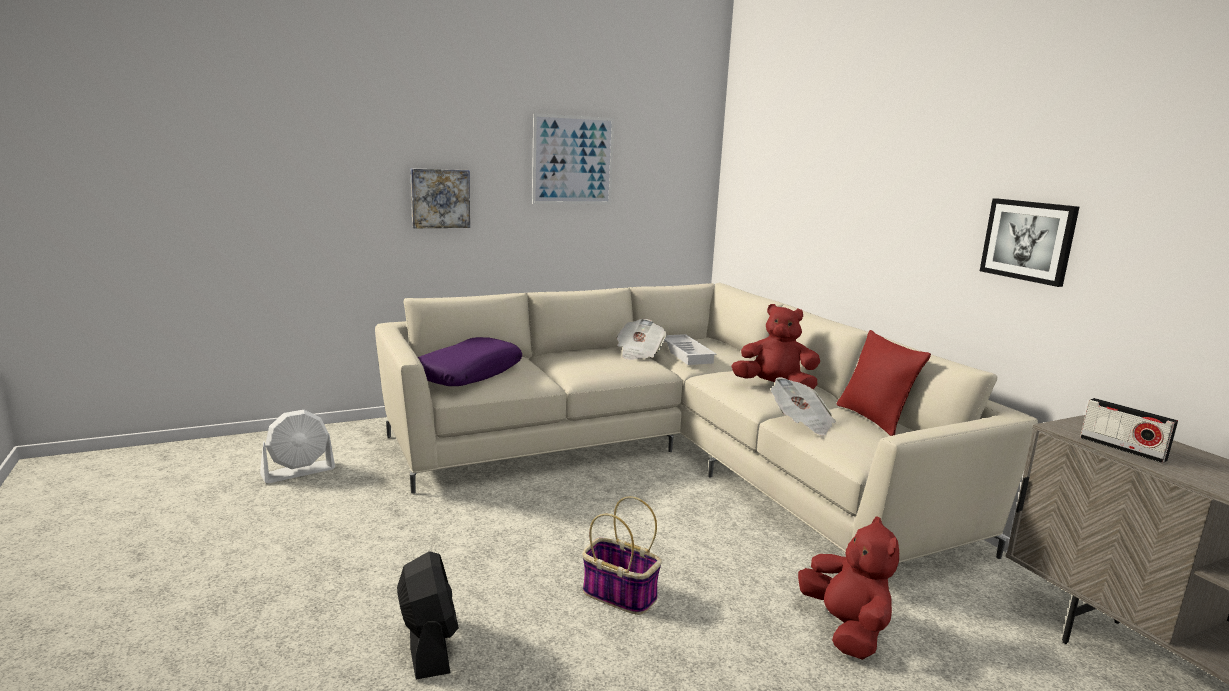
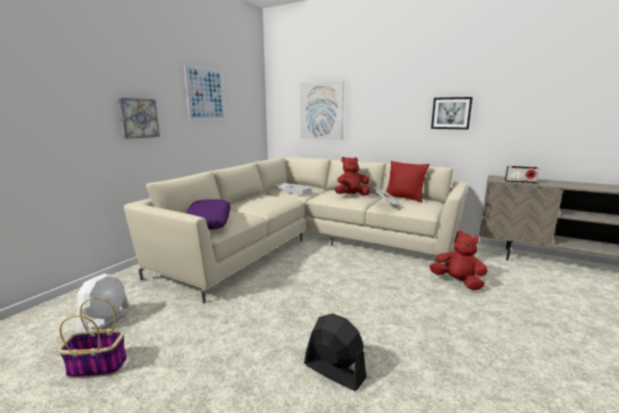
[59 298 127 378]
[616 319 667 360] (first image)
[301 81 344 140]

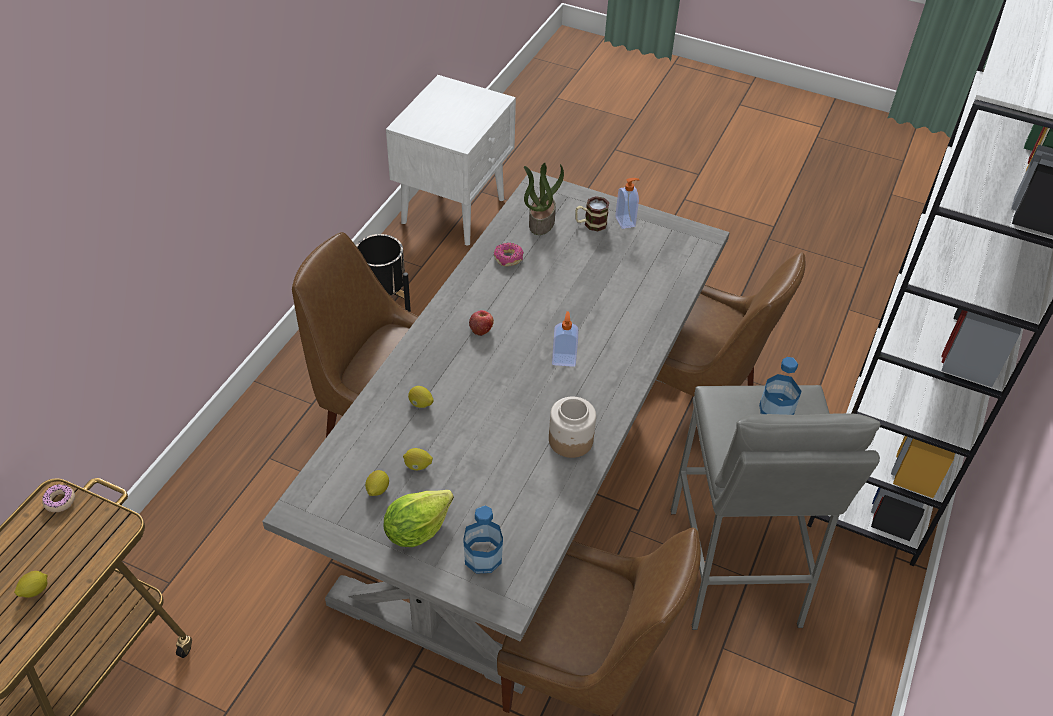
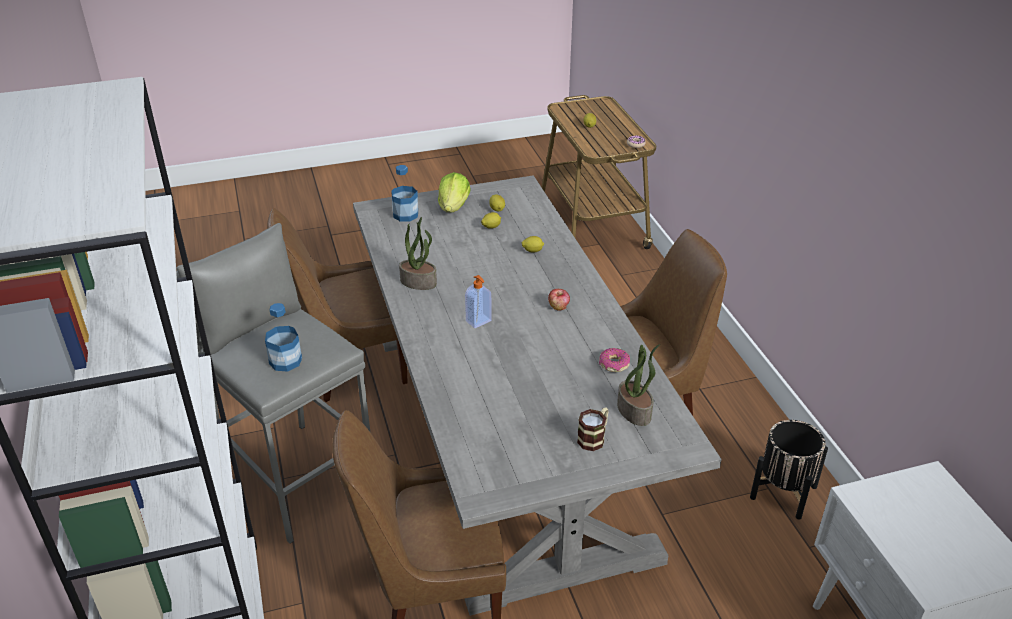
[399 217 437 290]
[615 178 639 229] (first image)

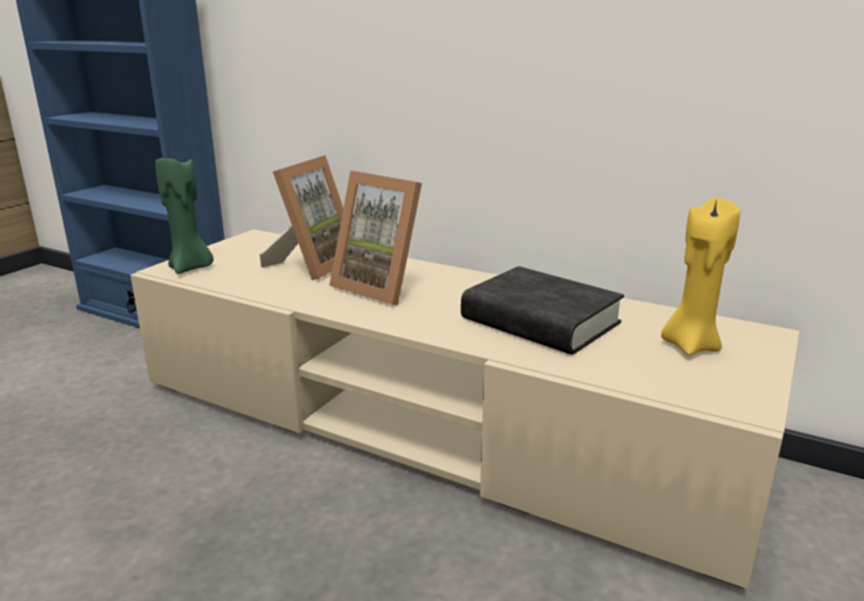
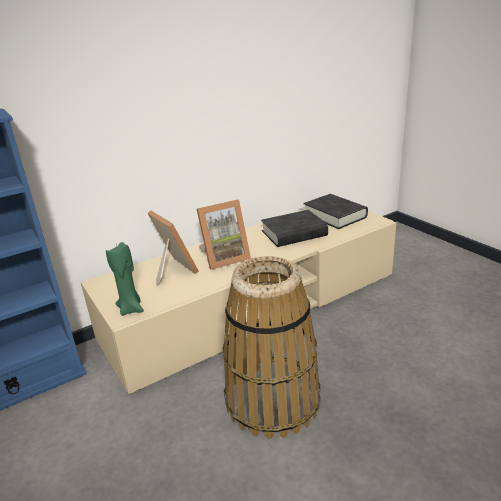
[303 194 368 229]
[223 256 320 439]

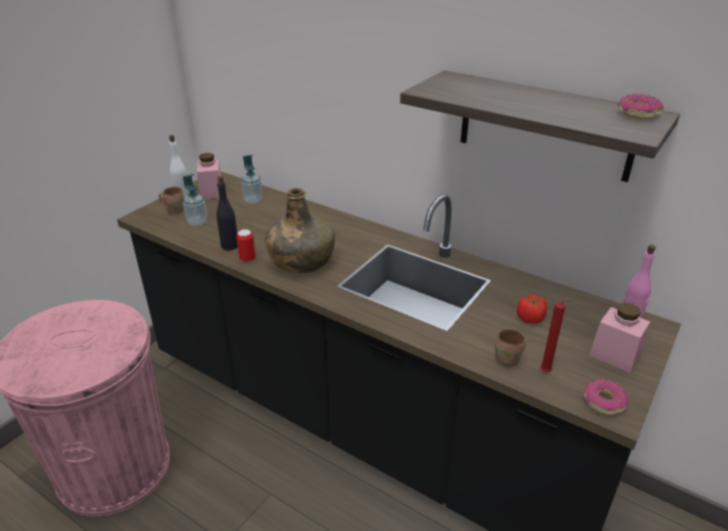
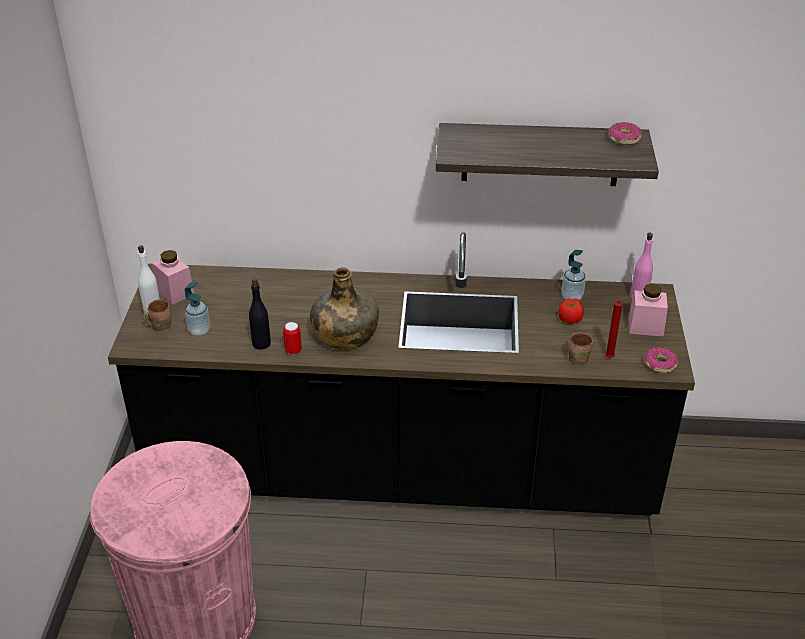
[561 250 586 300]

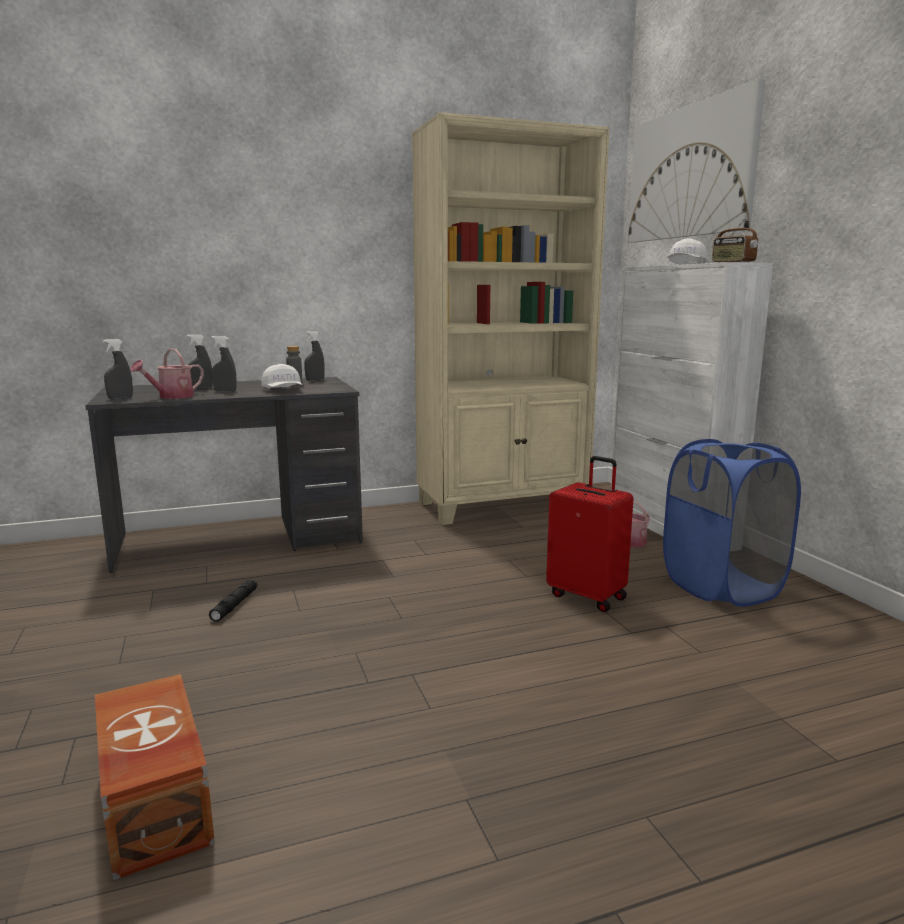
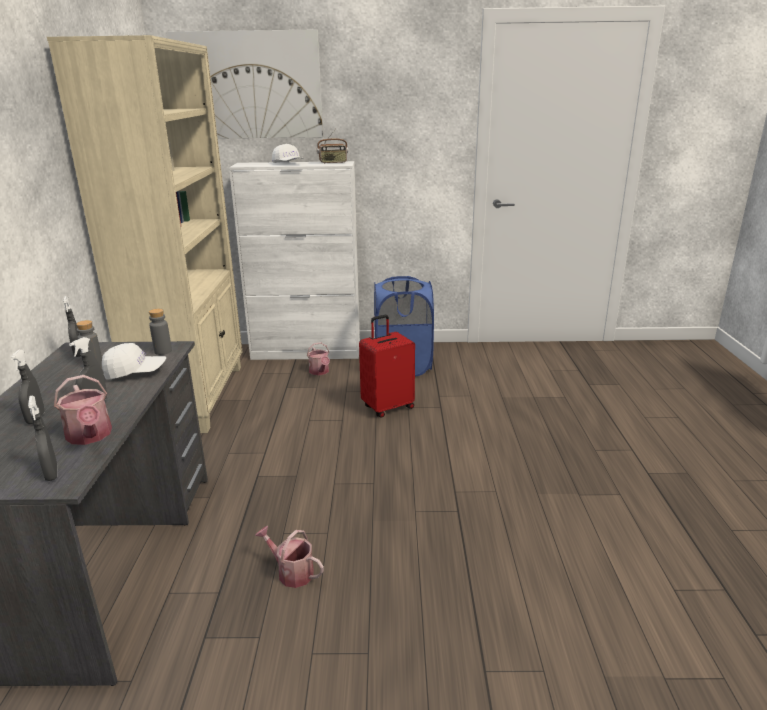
[95 674 215 880] (first image)
[255 526 324 588]
[149 309 172 355]

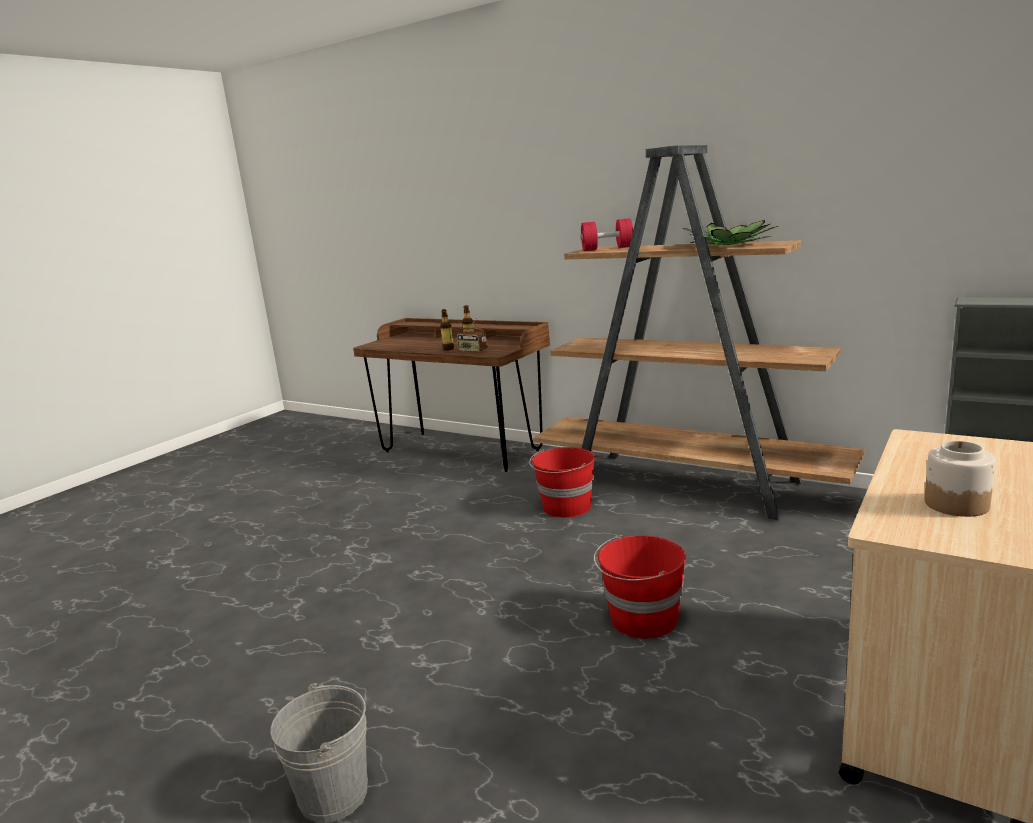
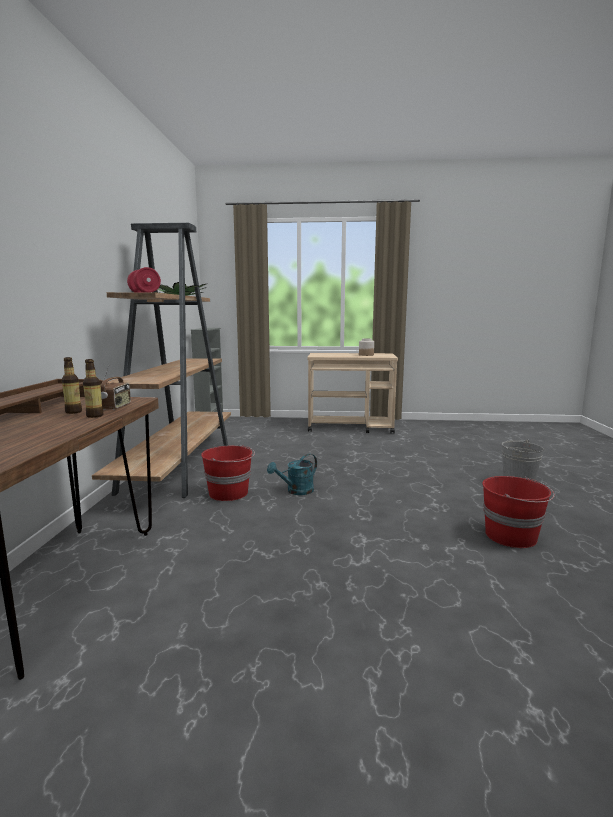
[482 476 555 548]
[267 454 317 495]

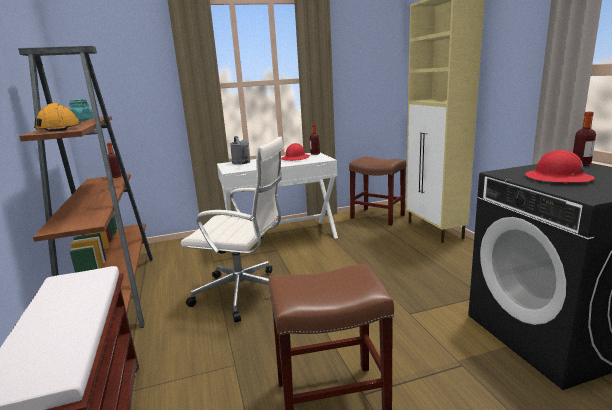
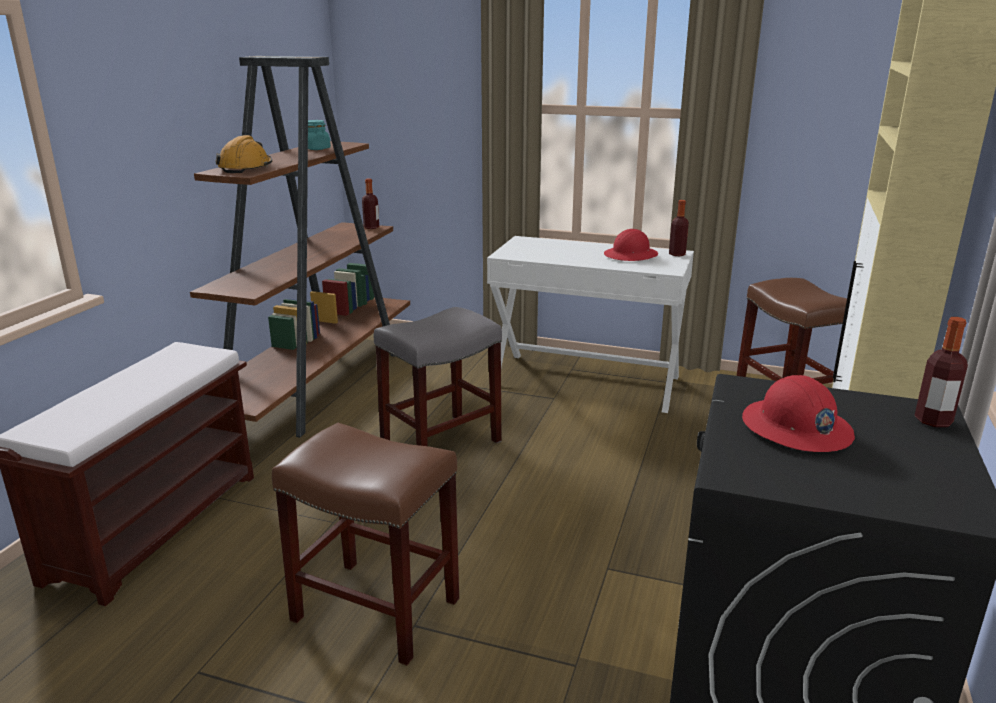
[374 307 502 446]
[230 136 250 165] (first image)

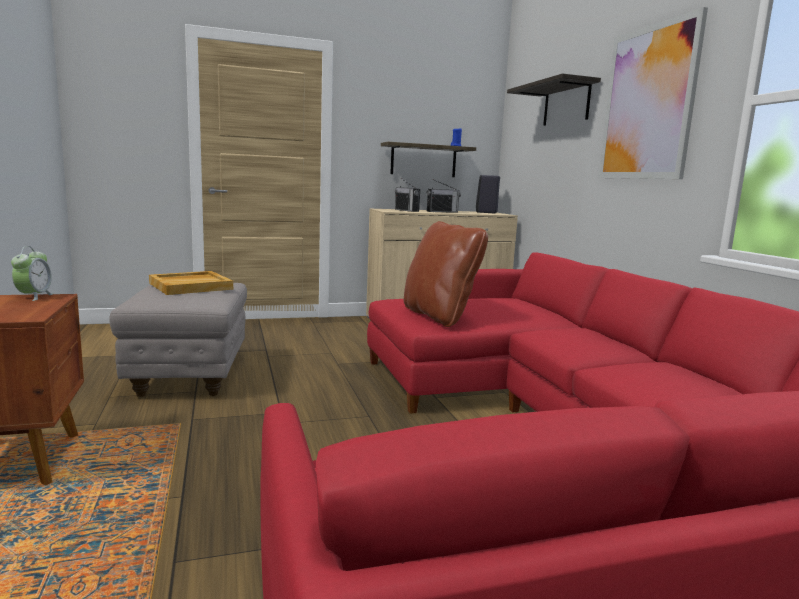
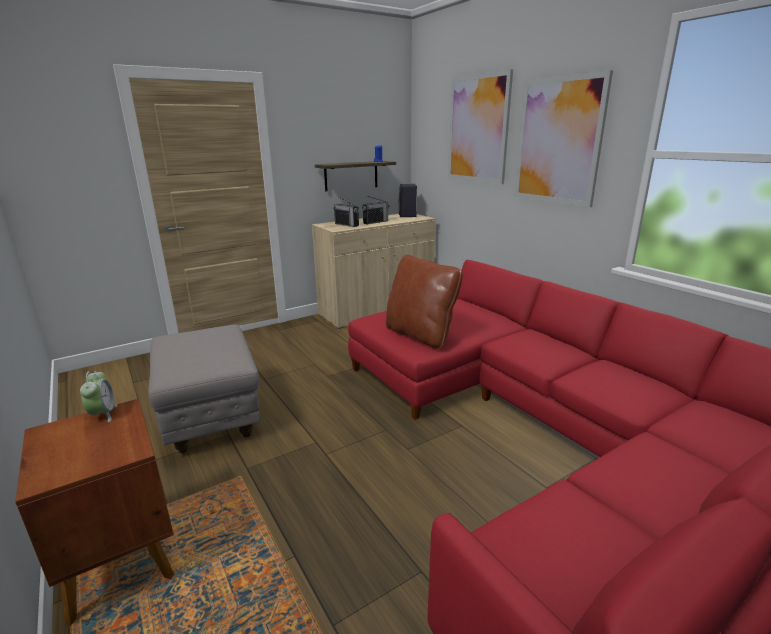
[149 271 233 295] (first image)
[448 69 513 184]

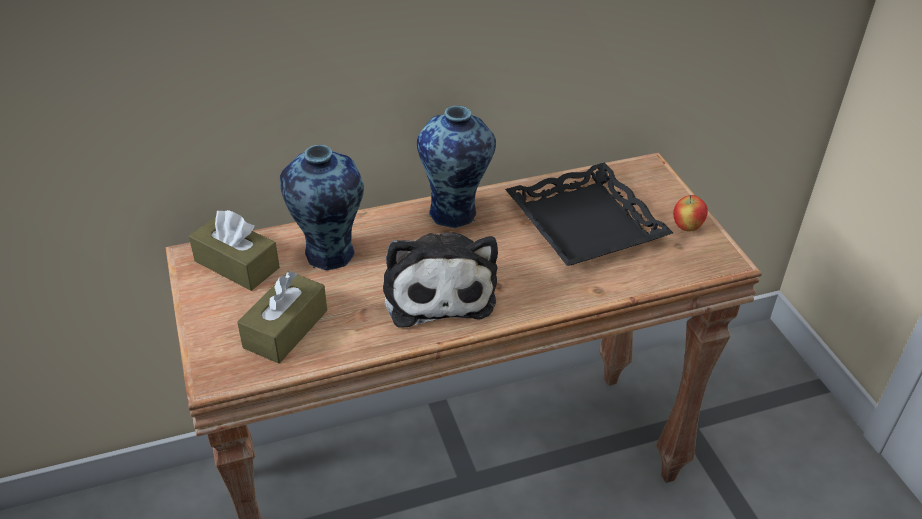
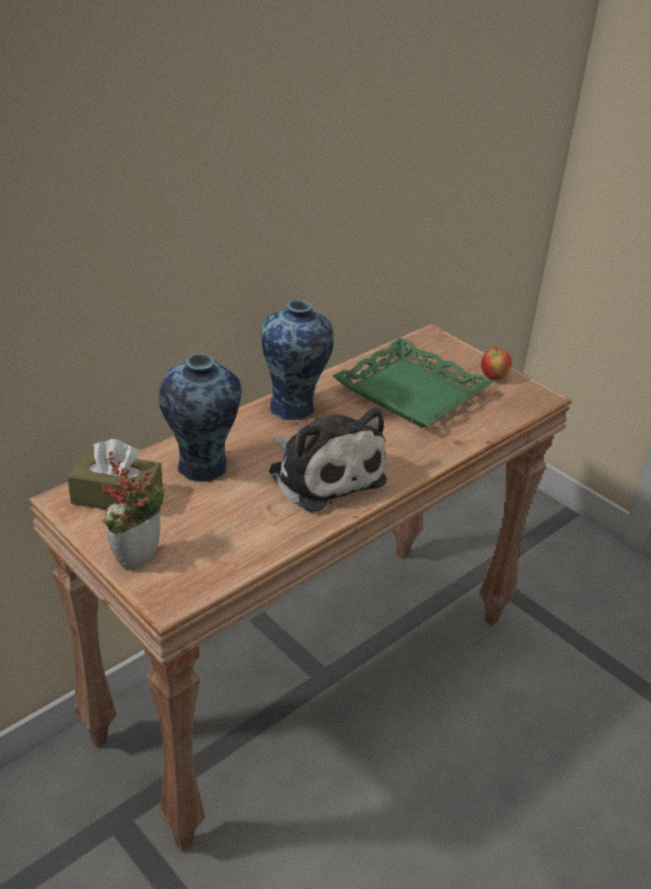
[237 271 327 364] (first image)
[333 338 493 428]
[101 451 164 570]

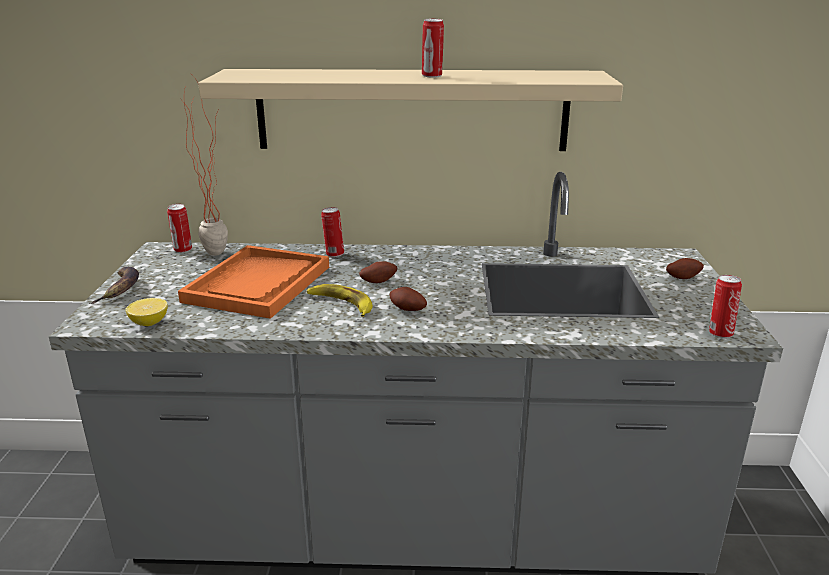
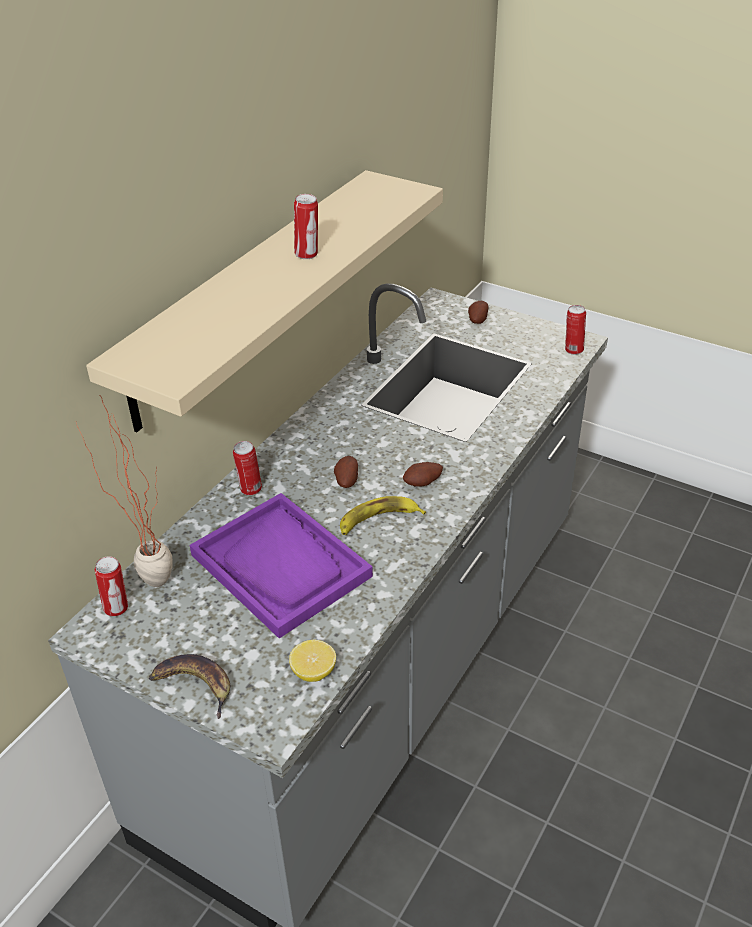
[190 493 373 639]

